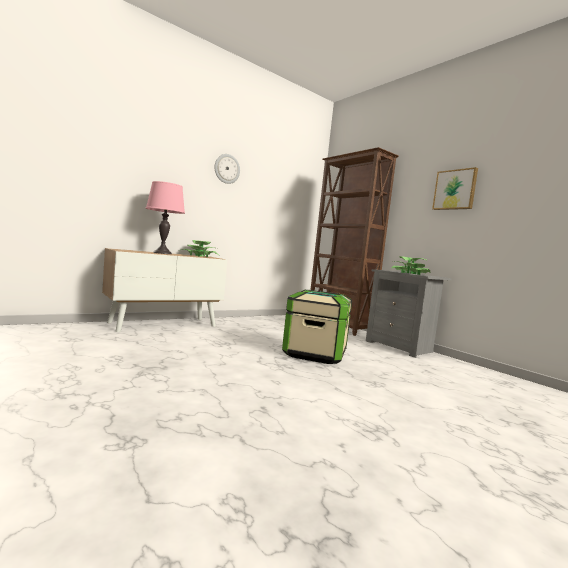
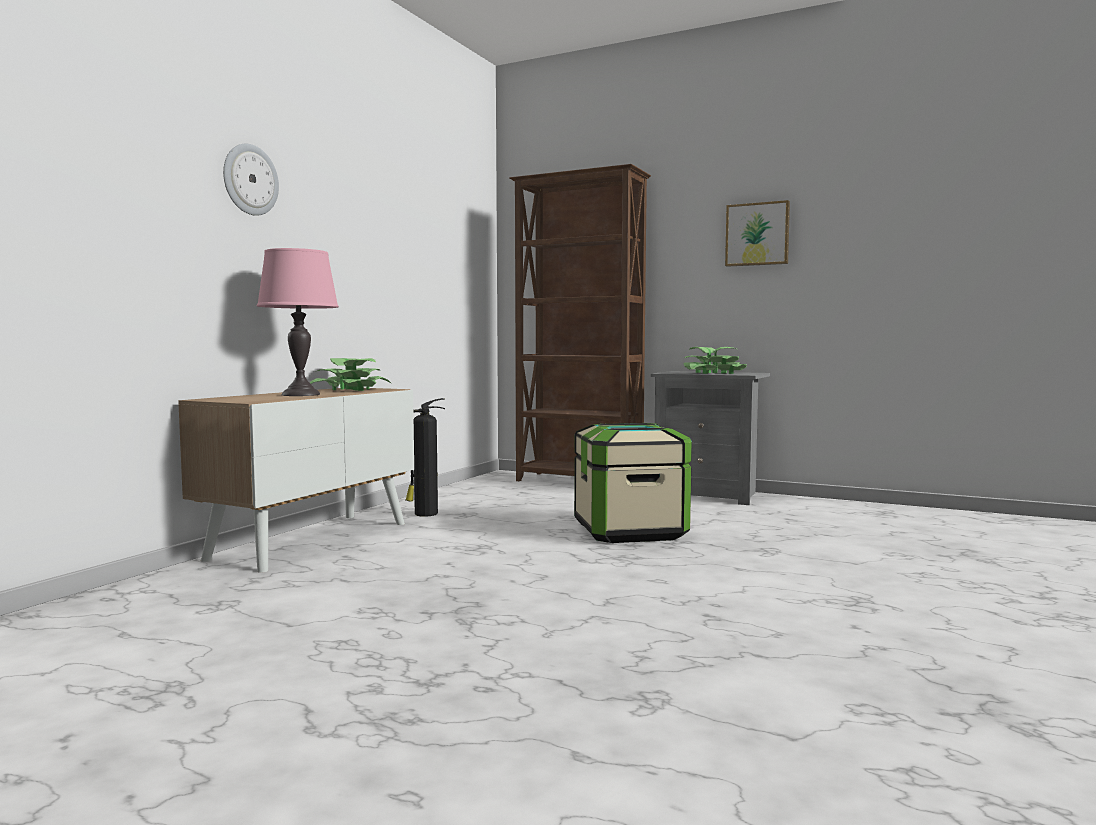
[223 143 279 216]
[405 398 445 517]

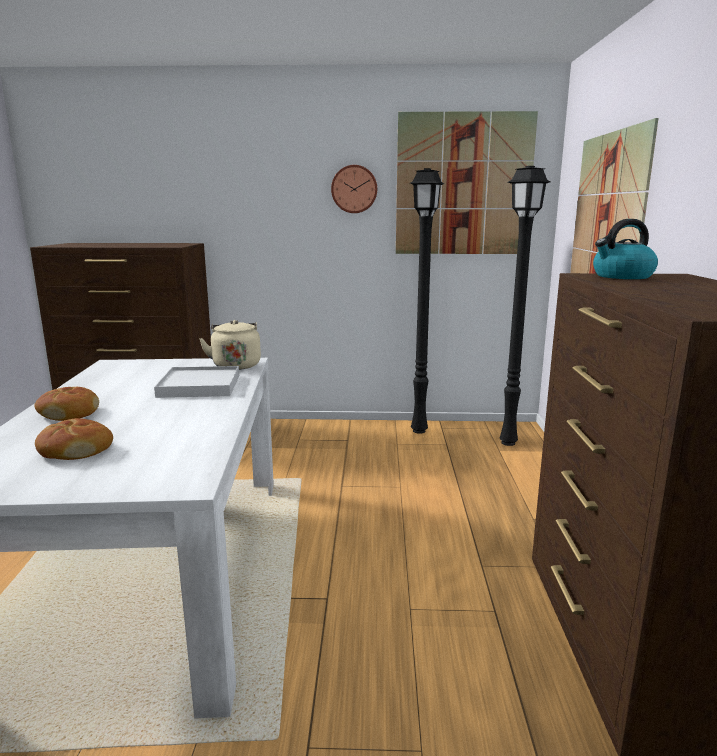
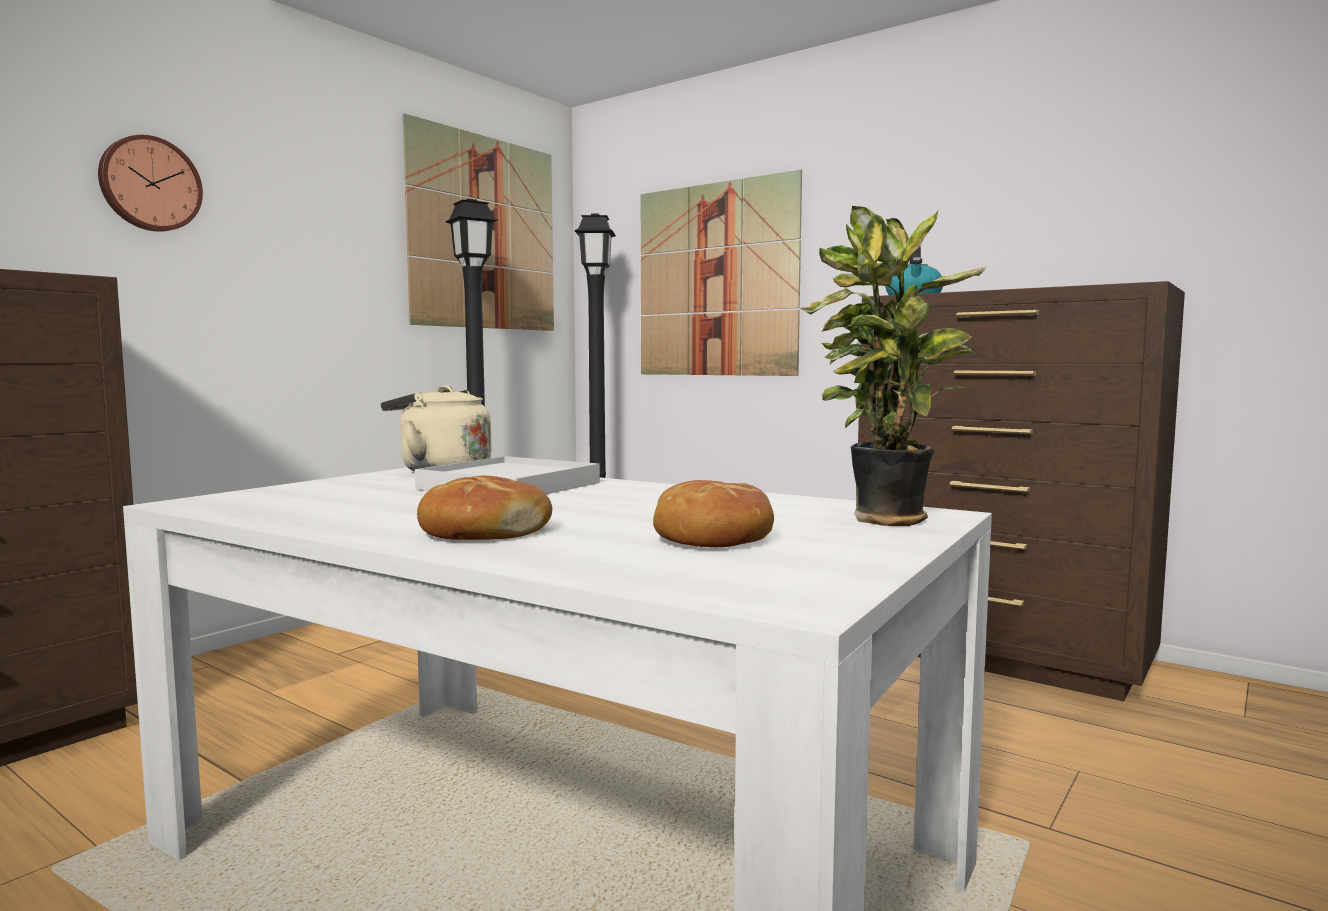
[98 135 203 232]
[798 206 986 526]

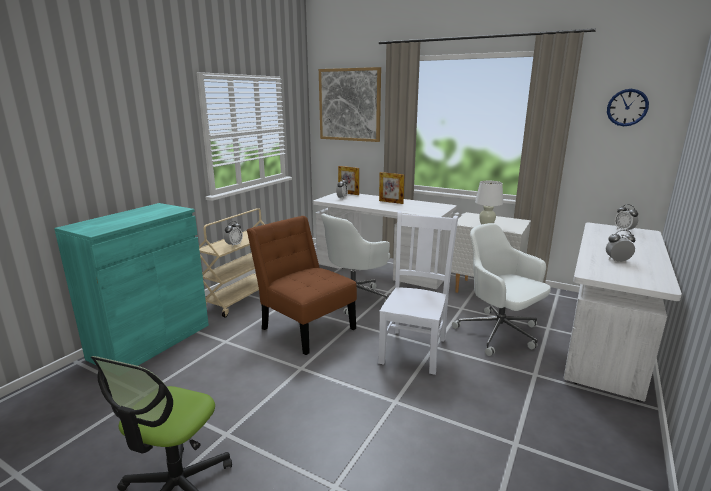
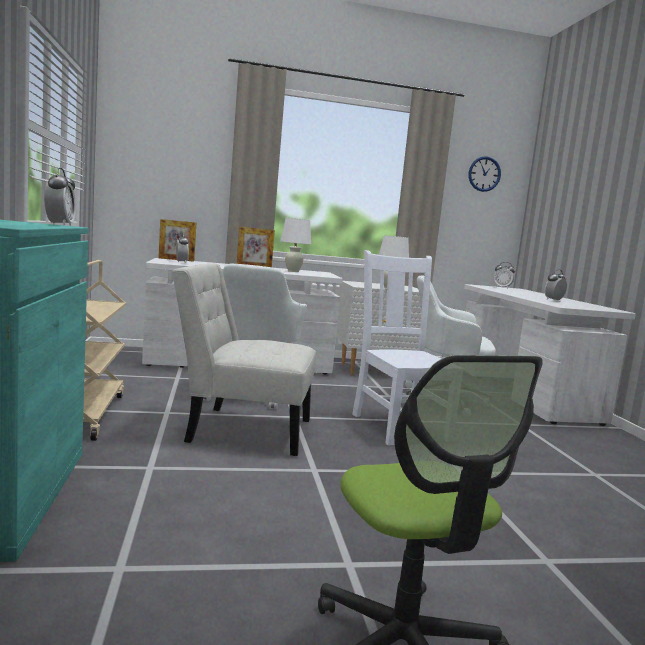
[44 168 76 226]
[172 263 316 456]
[319 67 381 142] (first image)
[280 218 311 272]

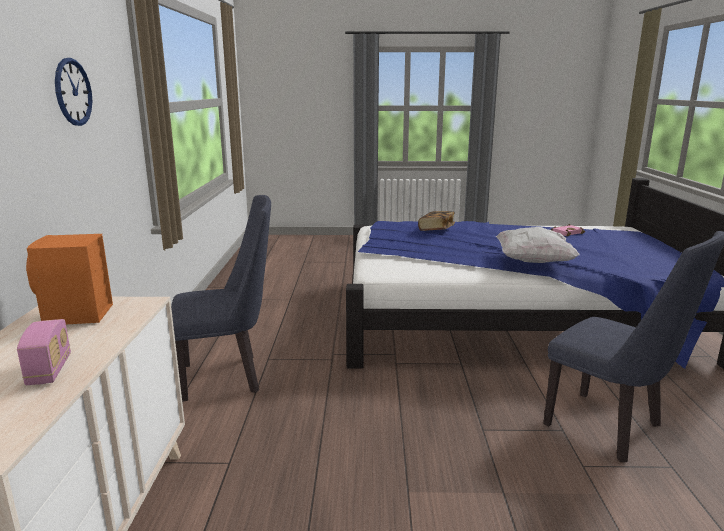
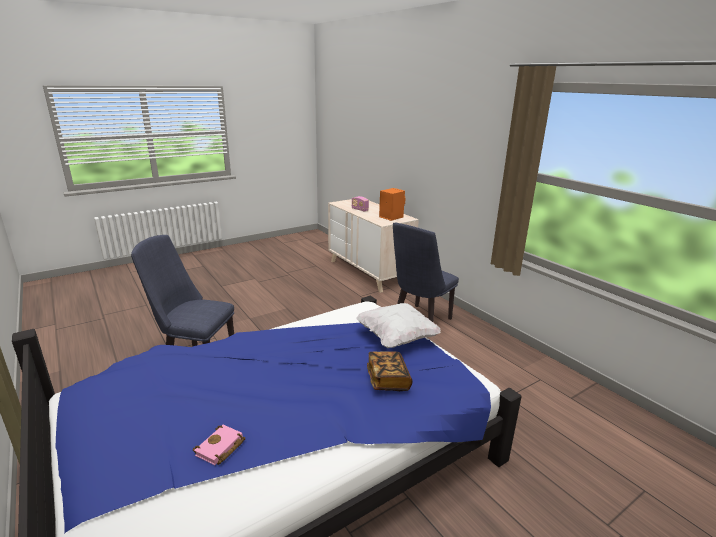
[55 58 92 126] (first image)
[356 303 441 348]

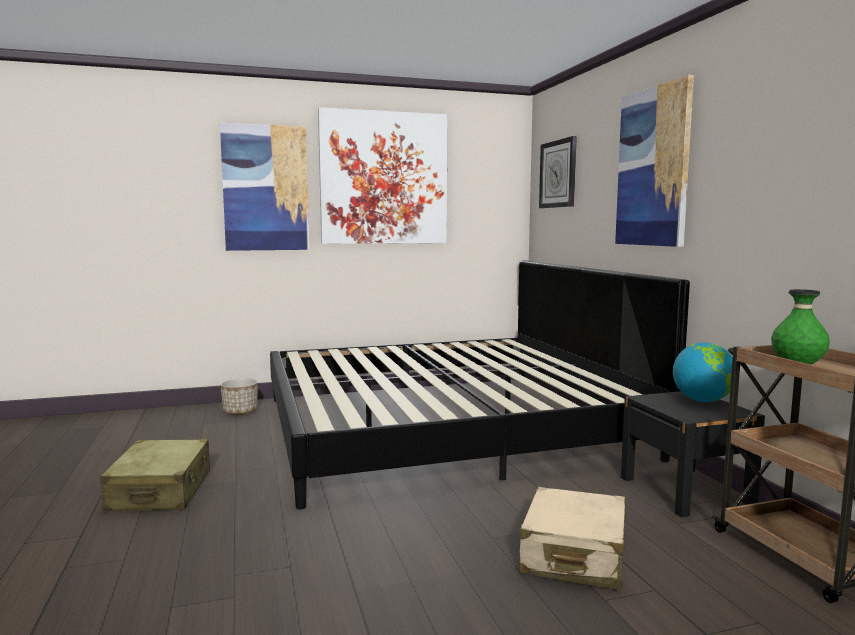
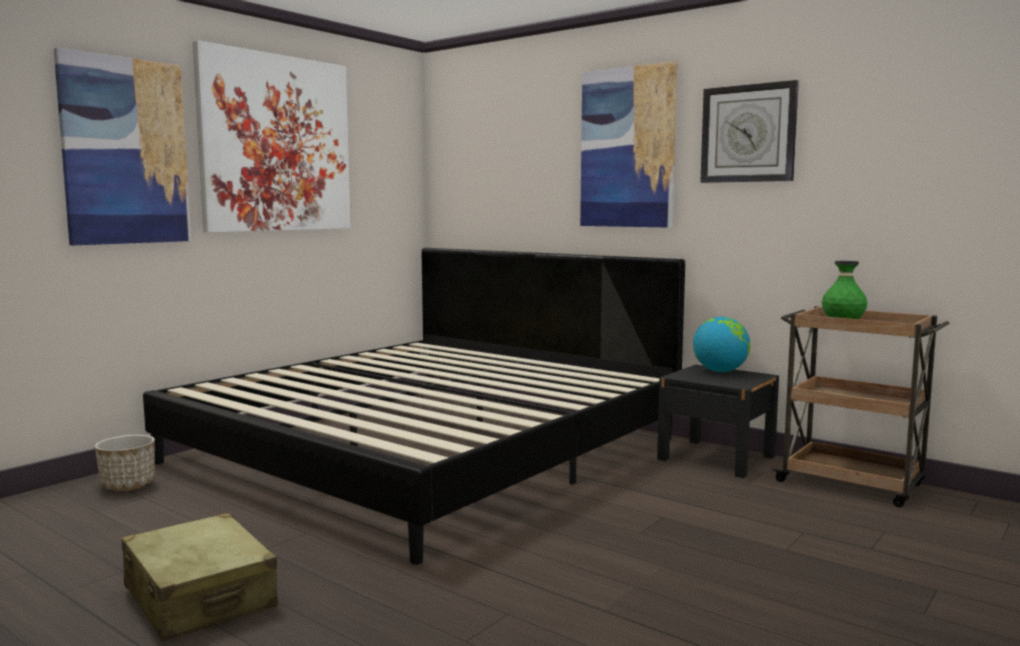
[519 487 626 590] (first image)
[700 80 799 183]

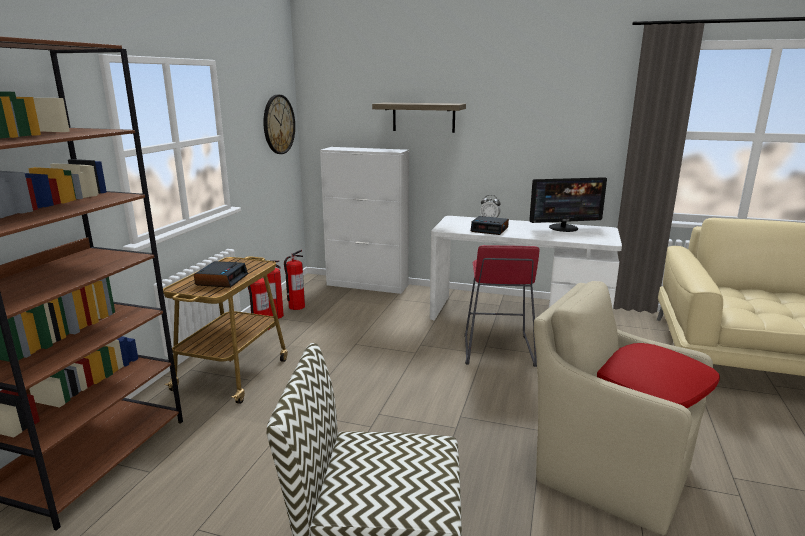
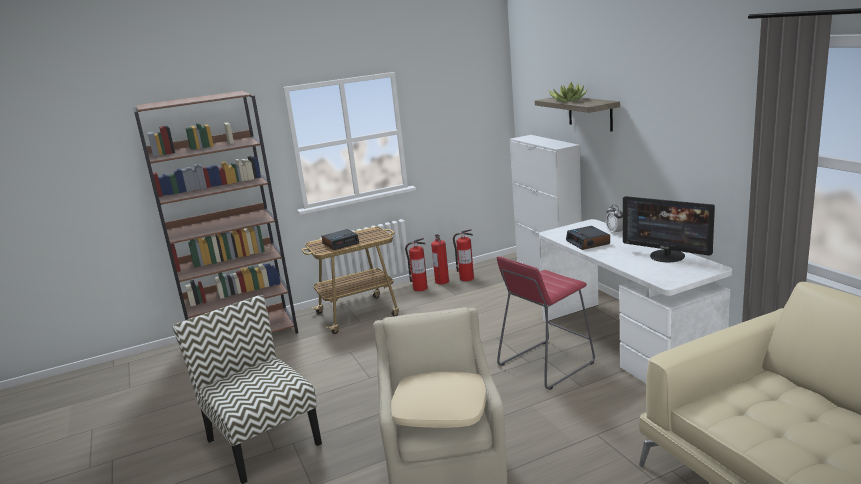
[263 95 295 154] (first image)
[391 372 486 428]
[548 81 588 102]

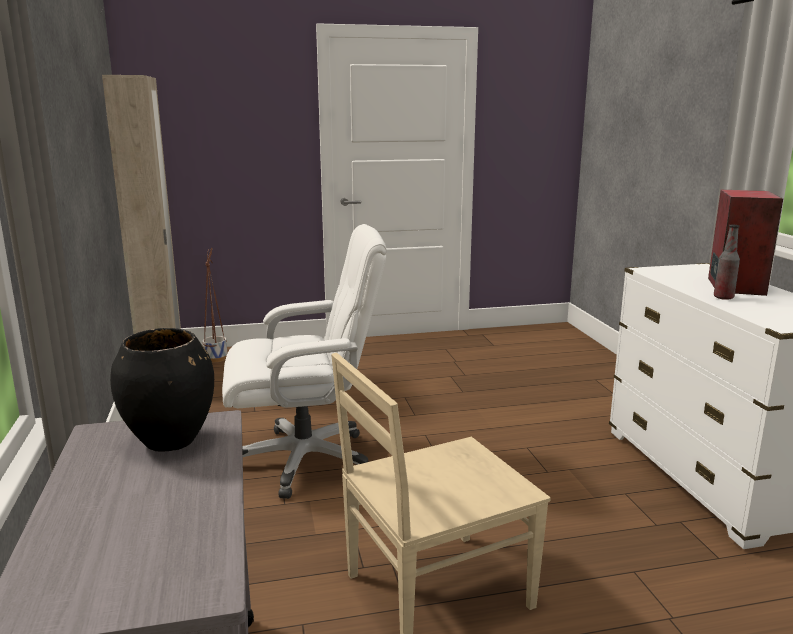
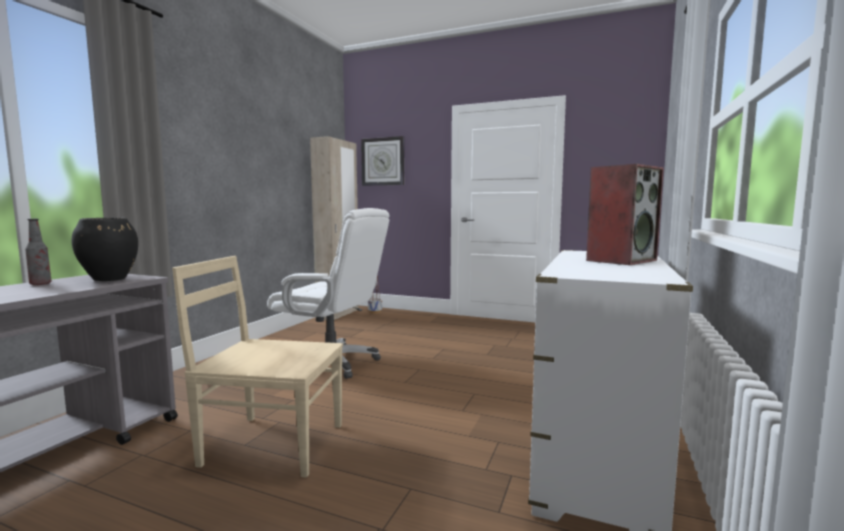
[25 219 51 285]
[361 136 404 186]

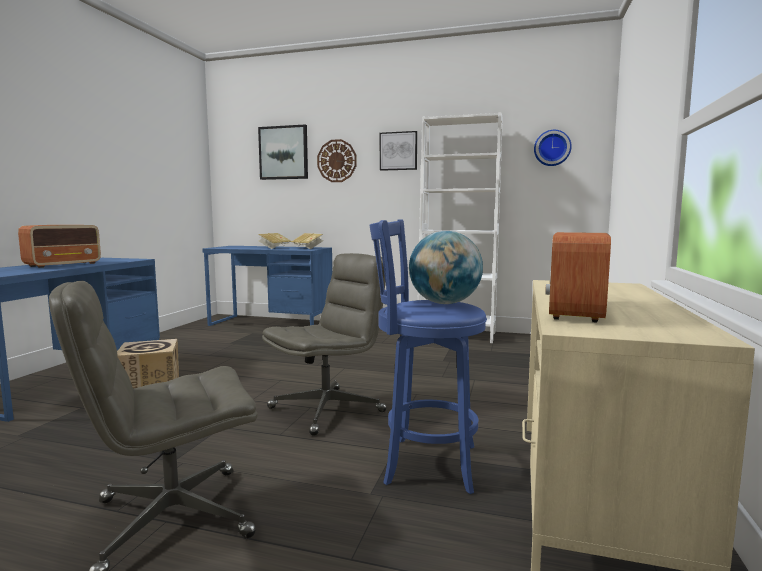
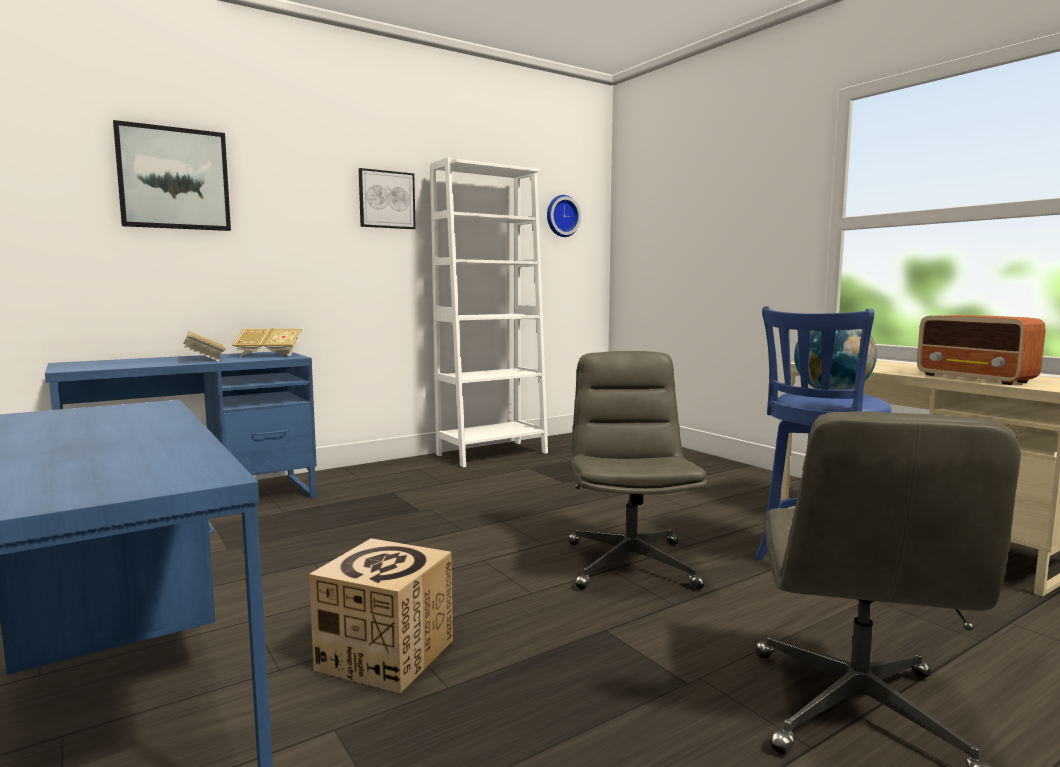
[18 225 101 268] (first image)
[317 139 356 182] (first image)

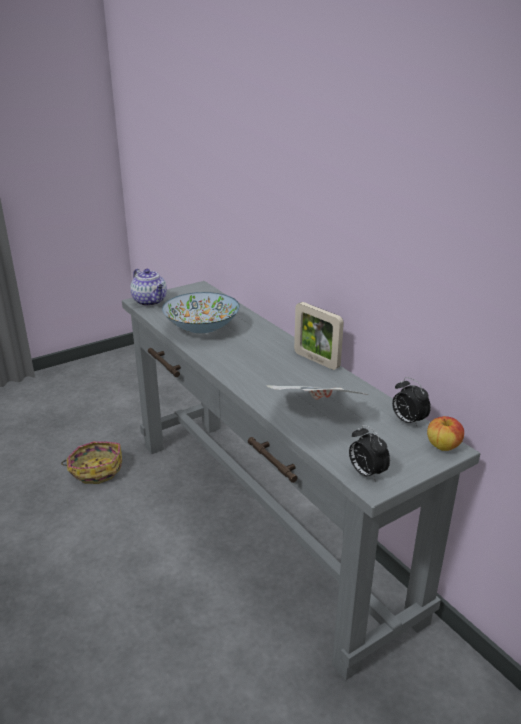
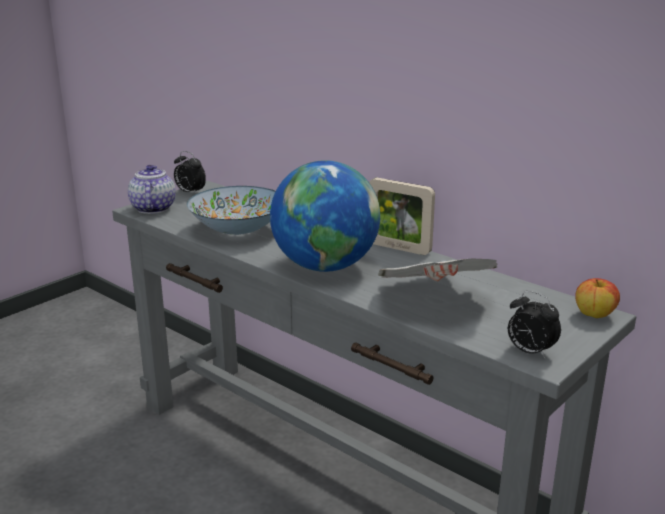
[61 441 122 484] (first image)
[128 165 176 214]
[174 151 206 194]
[270 160 380 272]

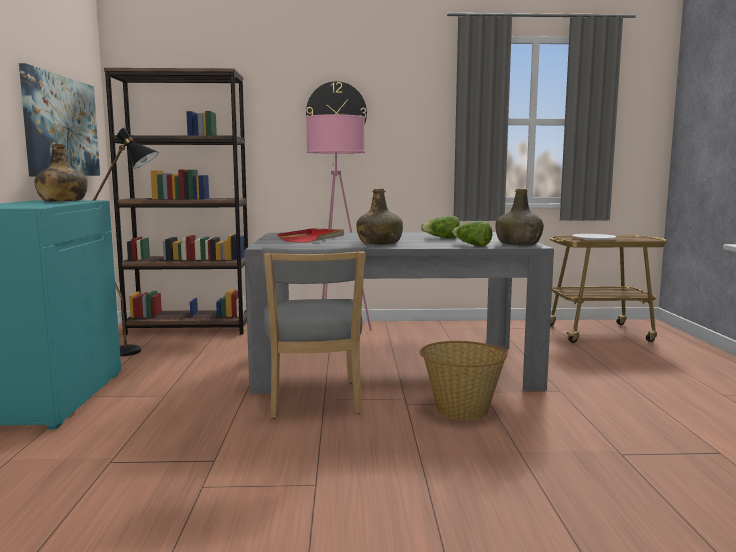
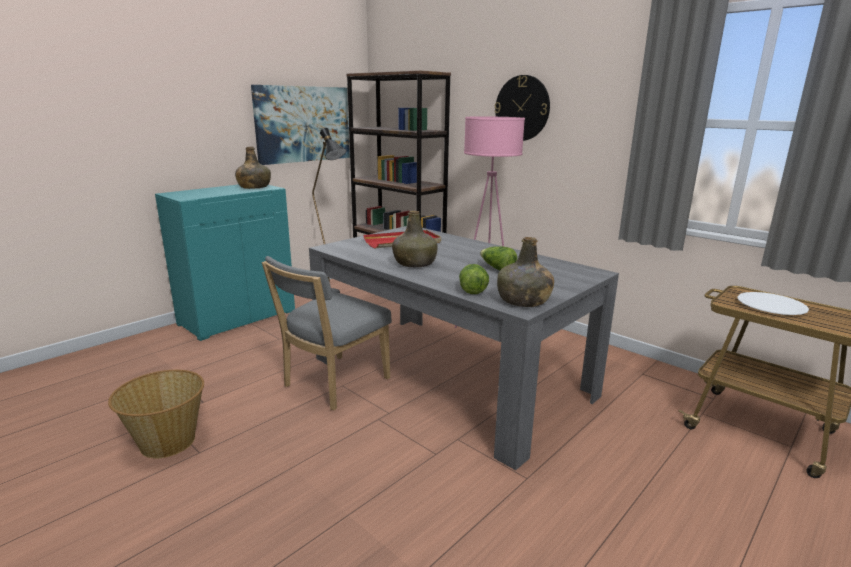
[108 370 204 458]

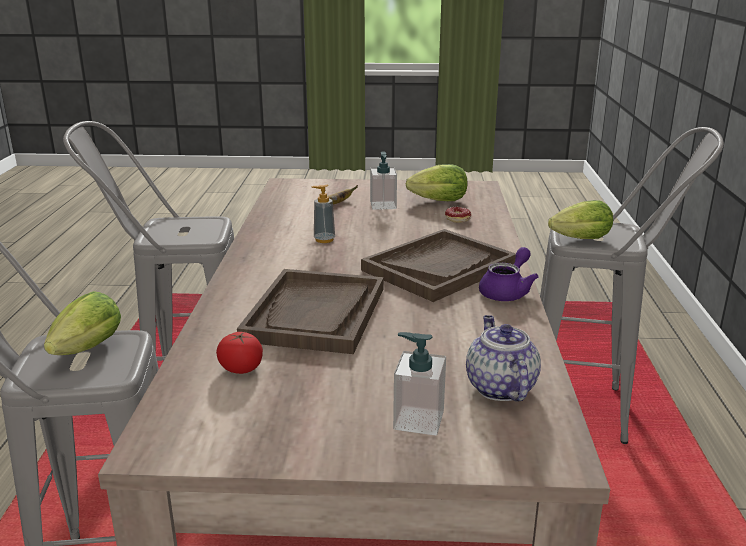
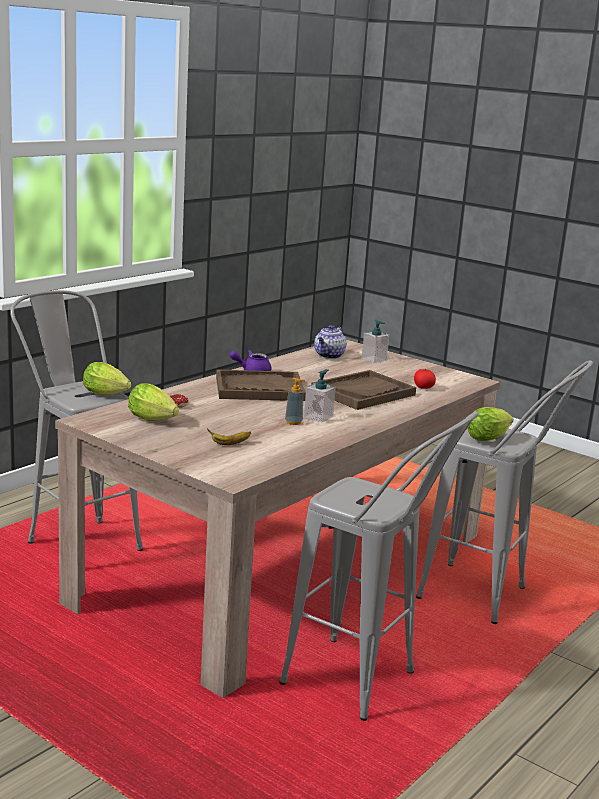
[304 369 336 422]

